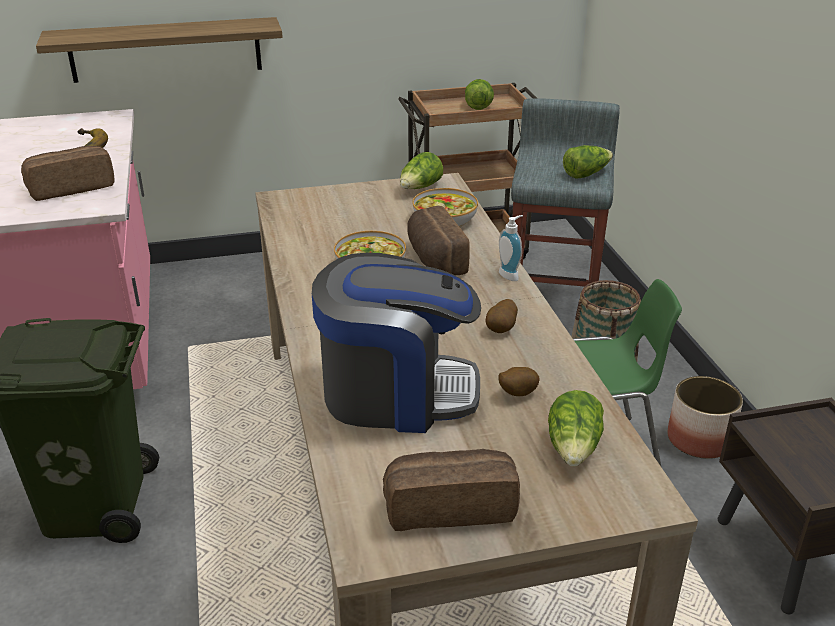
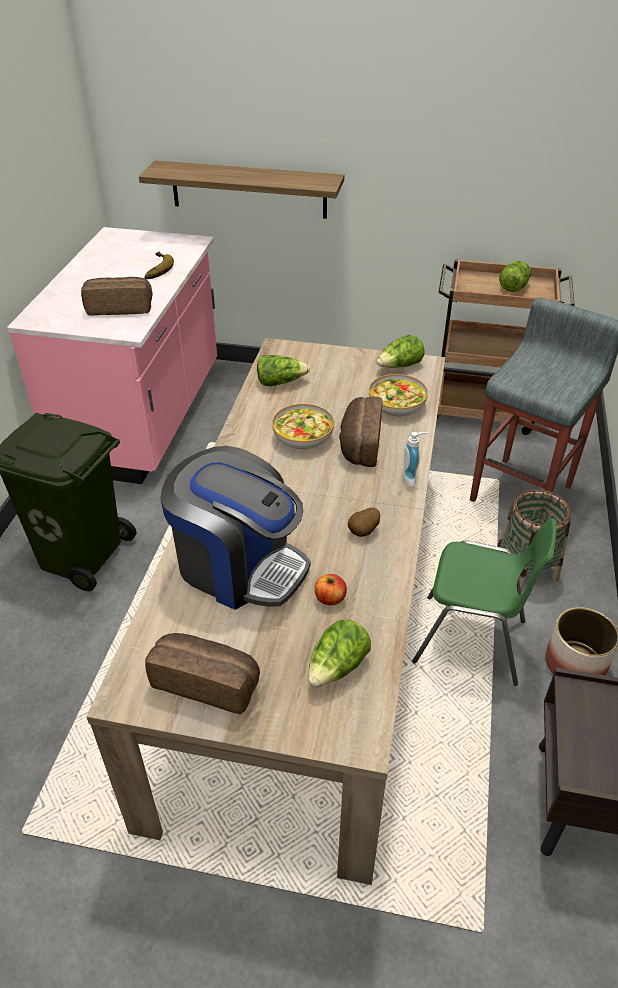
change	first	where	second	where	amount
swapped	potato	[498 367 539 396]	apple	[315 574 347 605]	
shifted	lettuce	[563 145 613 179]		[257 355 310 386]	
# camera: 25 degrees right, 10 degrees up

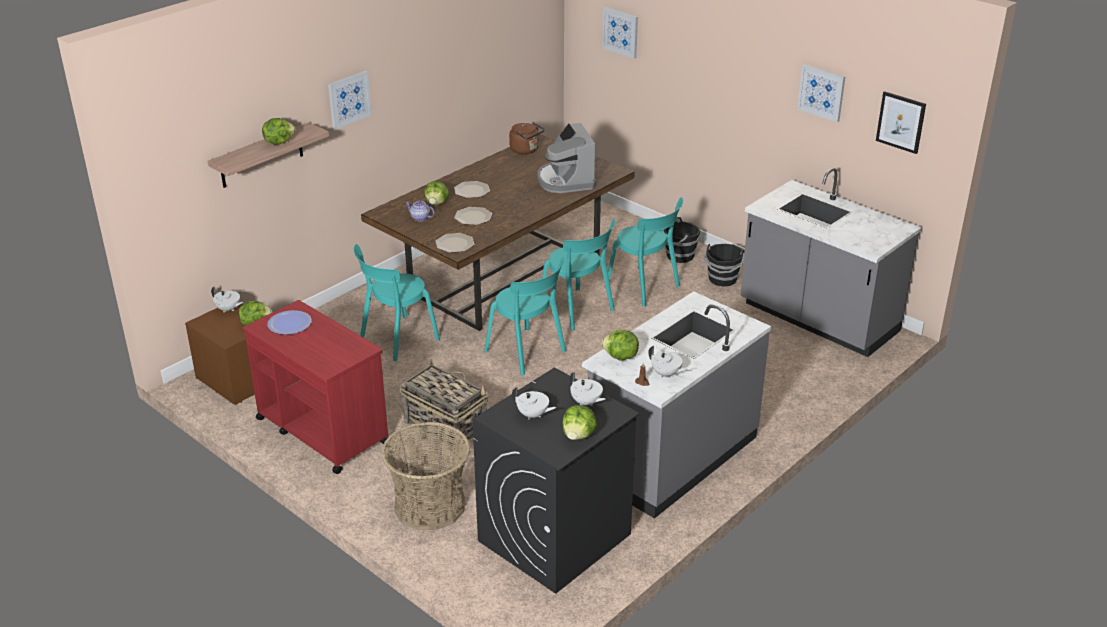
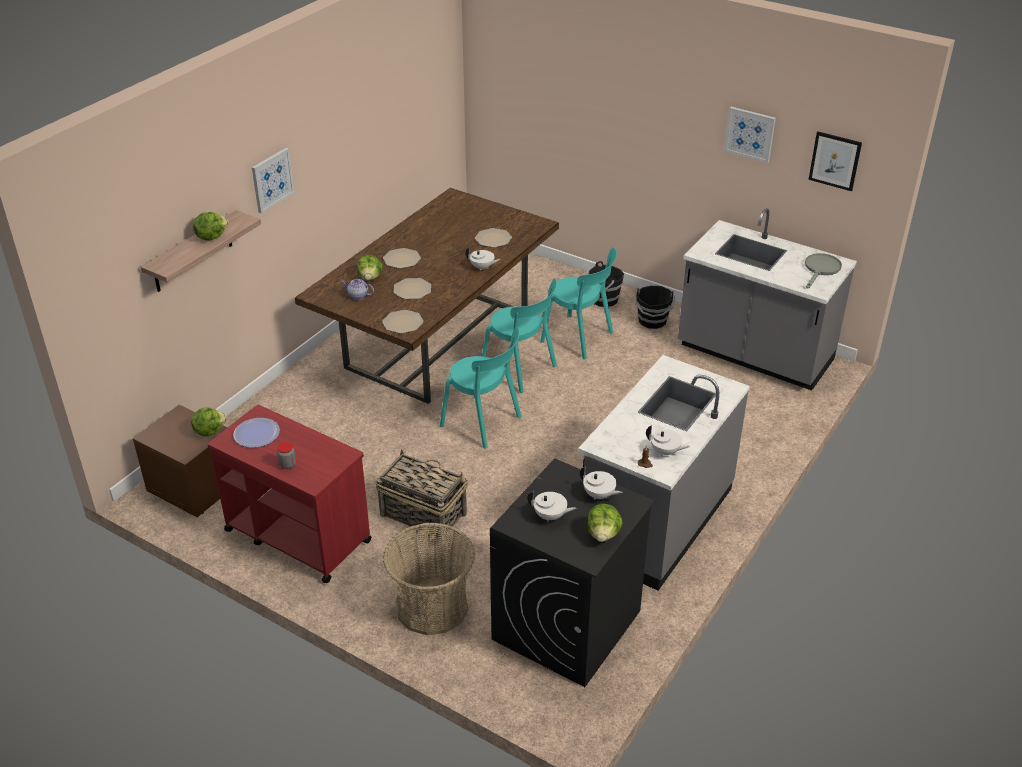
change	first	where	second	where	amount
shifted	white teapot	[211 286 243 313]		[465 247 501 271]	
gone	turquoise chair	[354 244 440 361]			
gone	brown kettle	[509 122 544 154]			
swapped	coffee machine	[538 123 596 193]	plate	[475 228 512 248]	
gone	picture	[602 7 638 59]			
gone	lettuce	[602 330 639 360]			
new			jar	[277 442 296 469]	
new			grey frying pan	[805 253 842 288]	
# camera: 10 degrees left, 5 degrees up

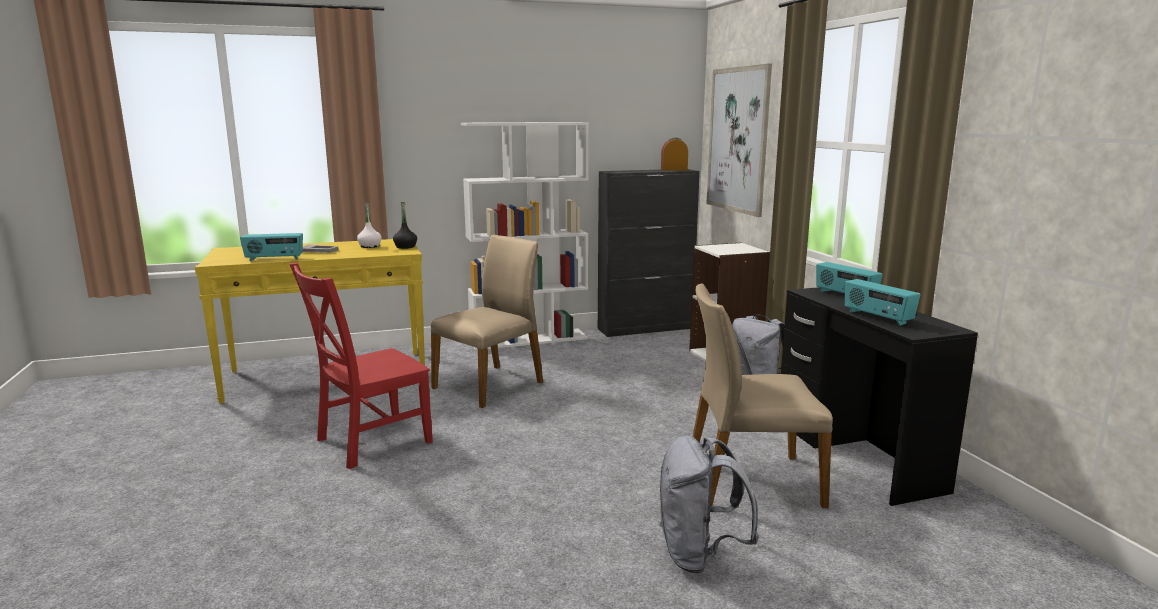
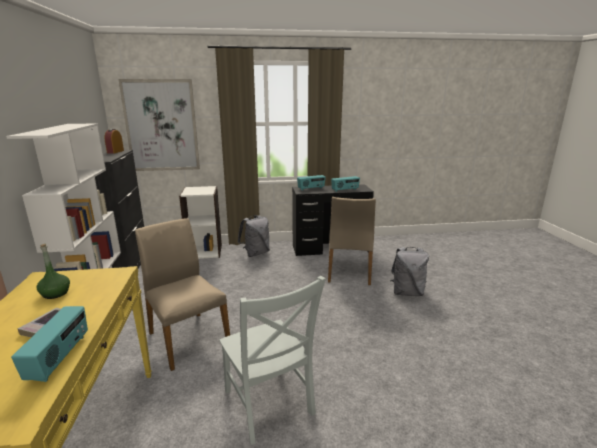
change	first	where	second	where	amount
repainted	red chair	[289 263 433 469]	grey chair	[219 276 326 445]	
repainted	white bottle	[357 201 382 248]	green bottle	[36 244 70 299]	
gone	black bottle	[393 202 417 249]			
# camera: 80 degrees left, 5 degrees up

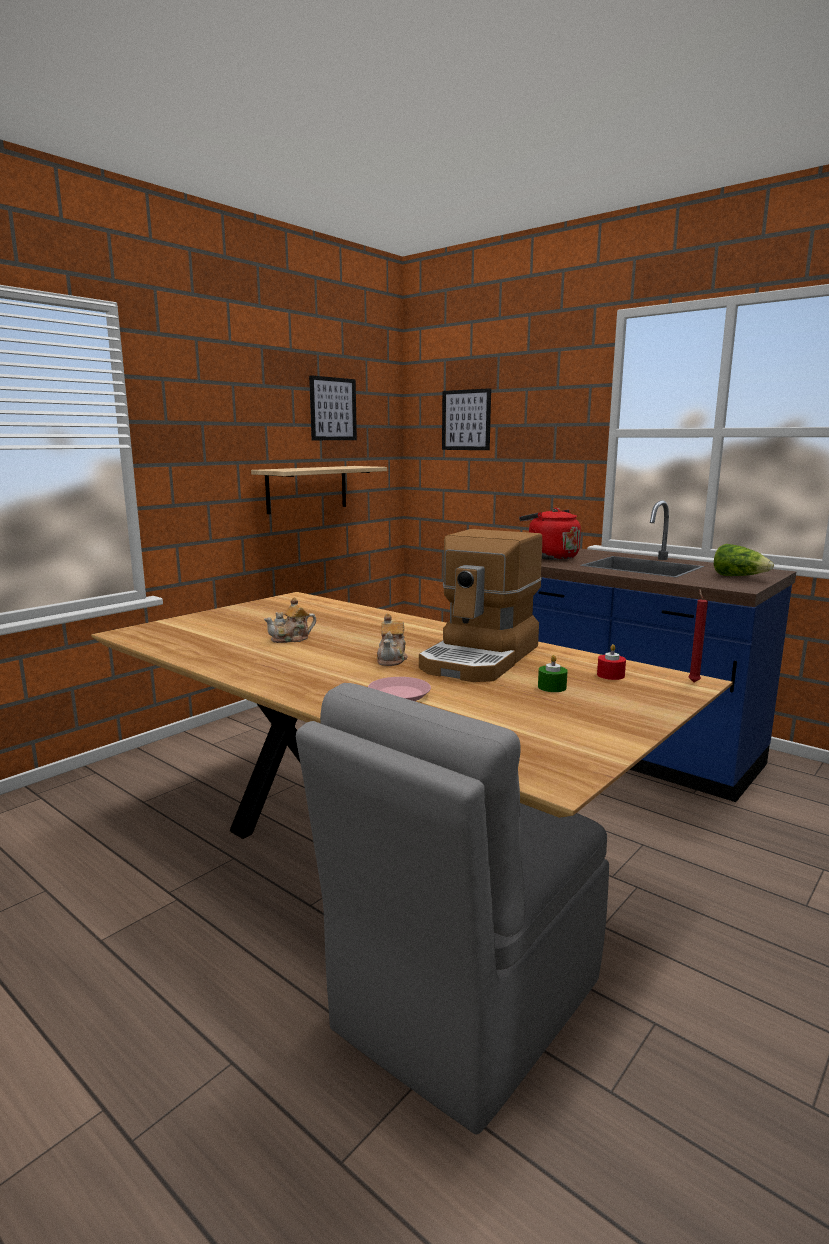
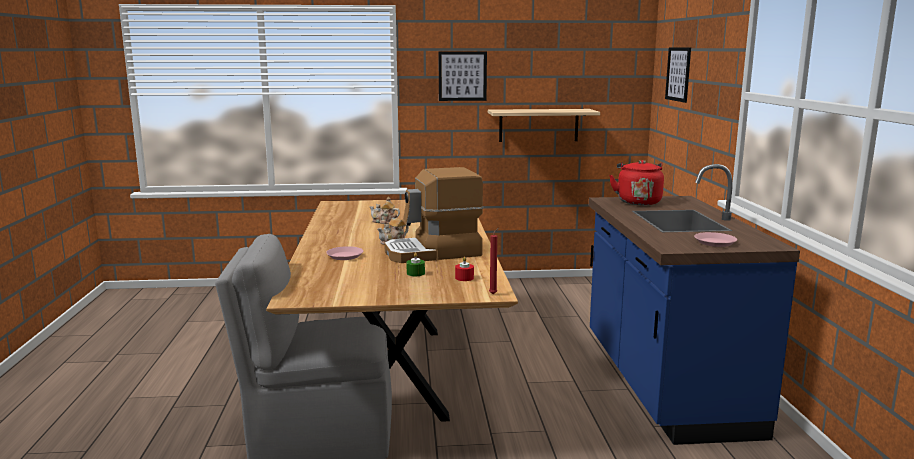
change	first	where	second	where	amount
shifted	picture	[309 375 357 440]		[439 52 487 101]	
swapped	lettuce	[714 544 774 576]	pink plate	[694 232 737 247]	
# camera: 45 degrees right, 0 degrees up

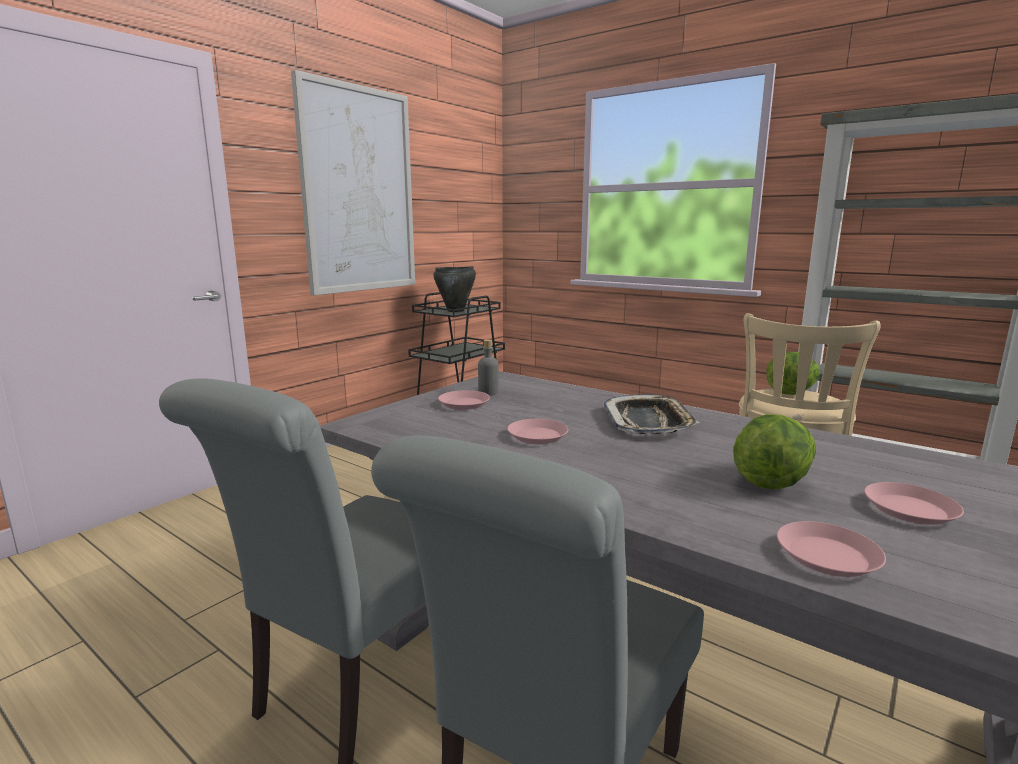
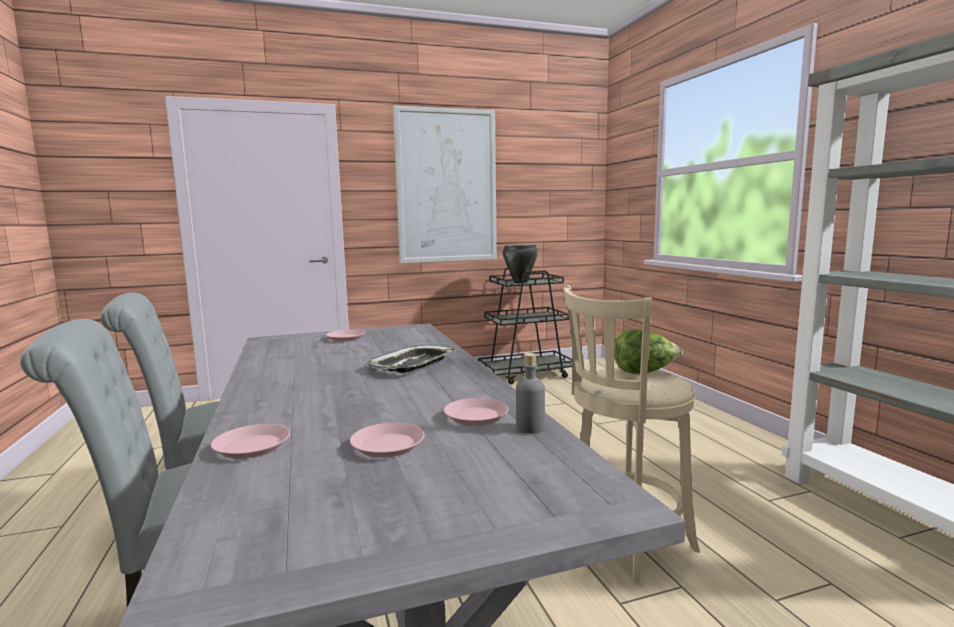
change	first	where	second	where	amount
shifted	grey bottle	[478 339 499 396]		[516 353 545 434]	
shifted	pink plate	[507 419 568 444]		[444 398 509 426]	
gone	lettuce	[733 414 816 489]			
# camera: 35 degrees right, 5 degrees down

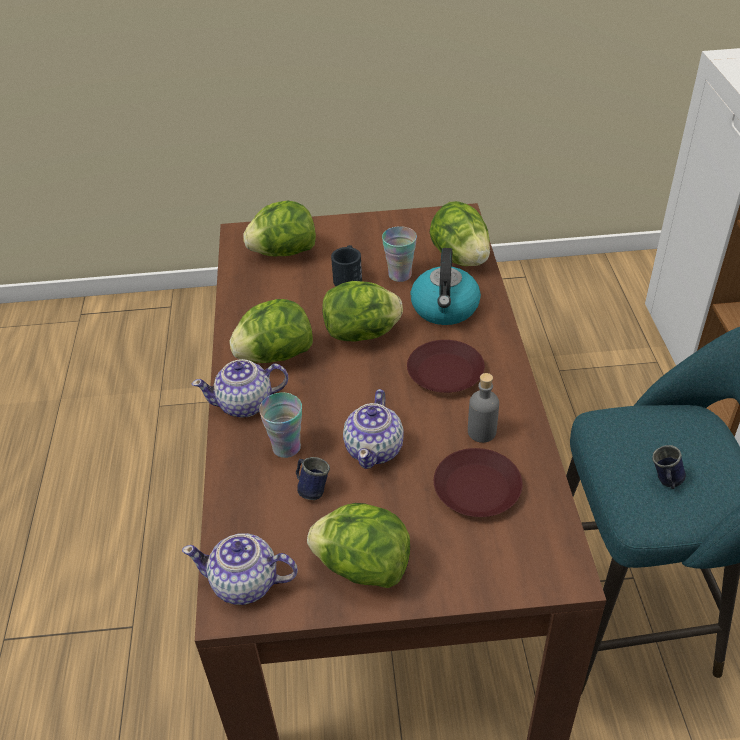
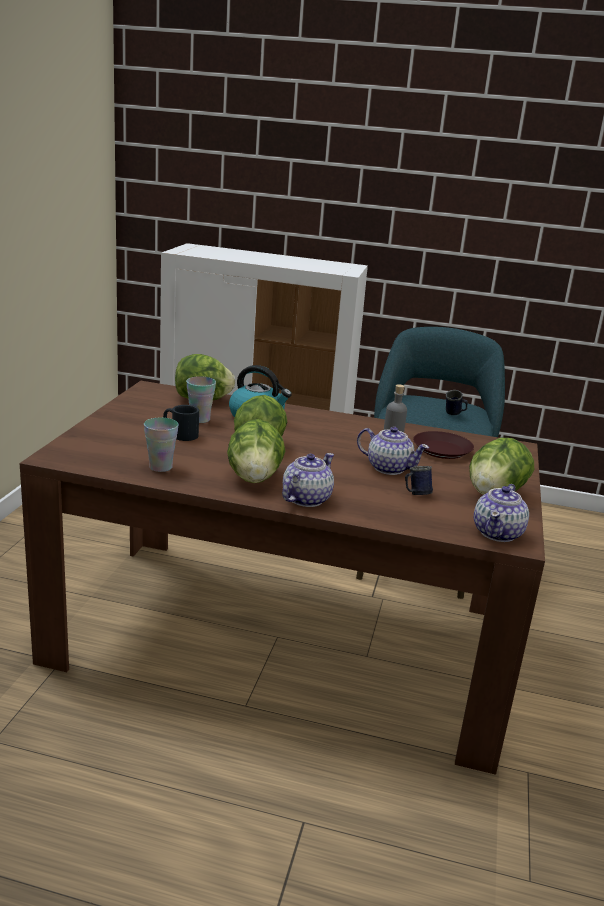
change	first	where	second	where	amount
rotated	teapot	[192 359 288 418]		[282 453 334 507]	150 degrees counterclockwise
gone	lettuce	[244 201 316 256]			
shifted	cup	[259 393 302 458]		[144 417 179 472]	
gone	brown plate	[407 340 485 393]			
# camera: 75 degrees left, 20 degrees down

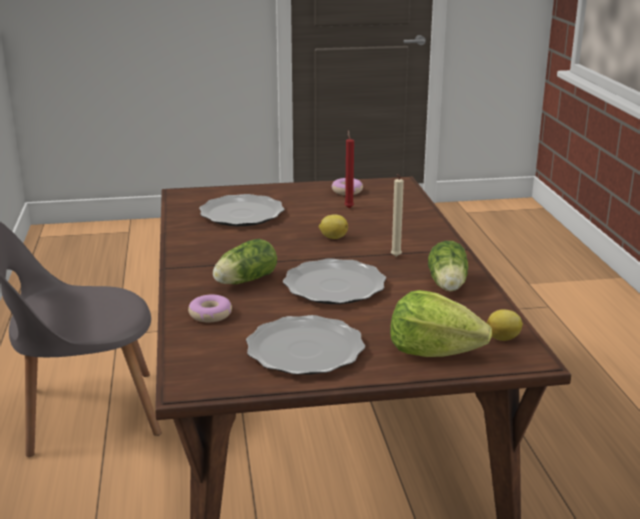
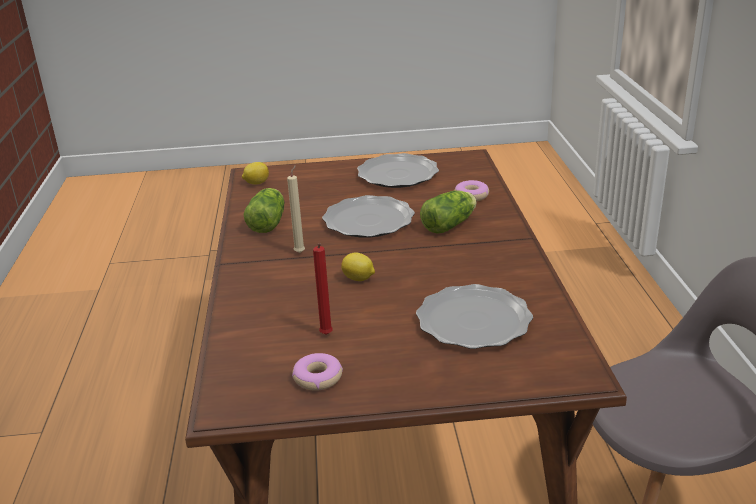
change	first	where	second	where	amount
gone	lettuce	[390 290 492 357]			
# camera: 175 degrees left, 5 degrees up

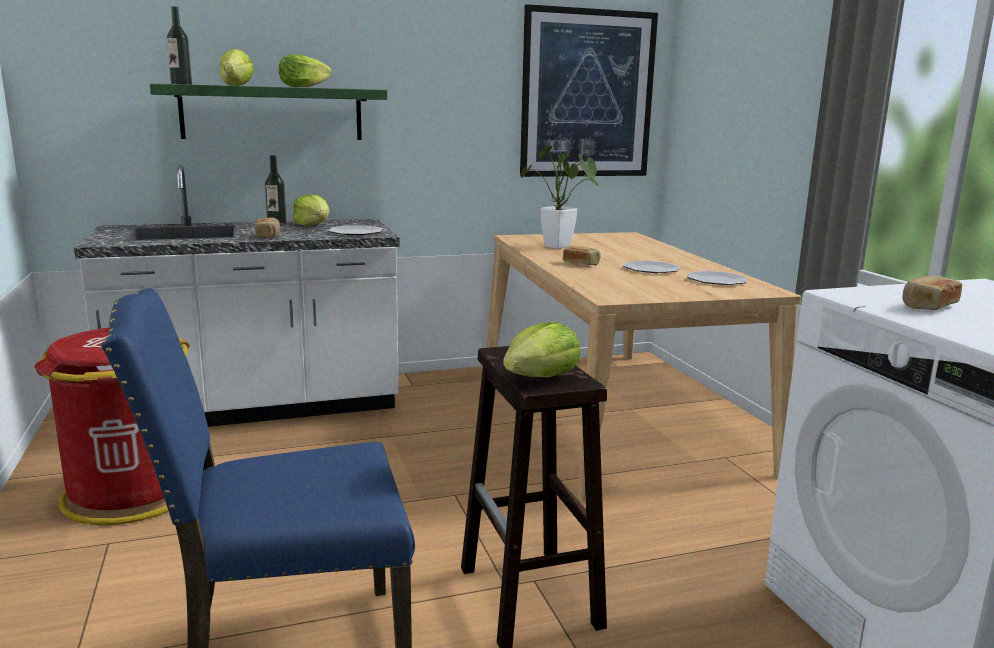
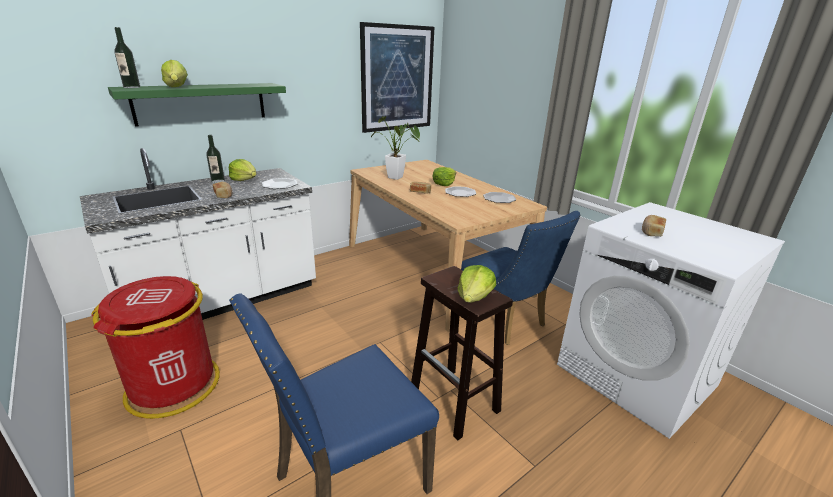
change	first	where	second	where	amount
shifted	lettuce	[279 54 332 87]		[432 167 456 186]	
new			blue chair	[461 211 580 345]	
# camera: 20 degrees left, 10 degrees up

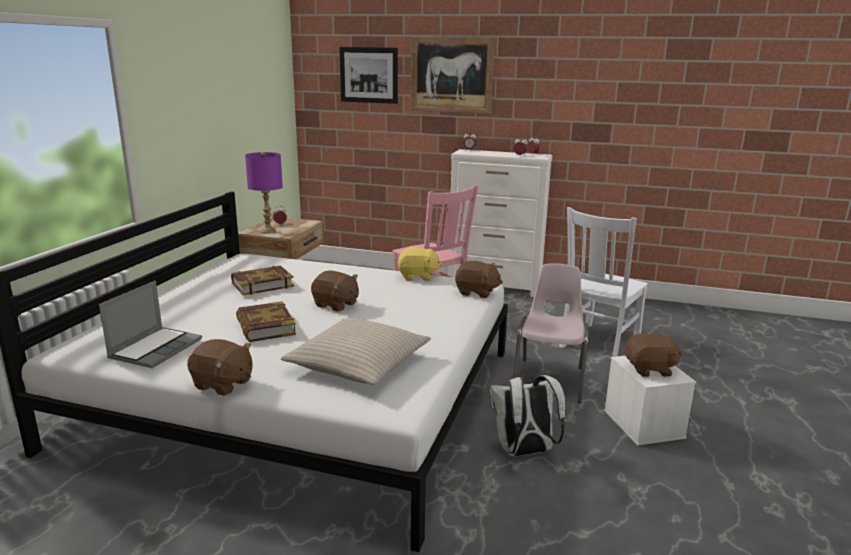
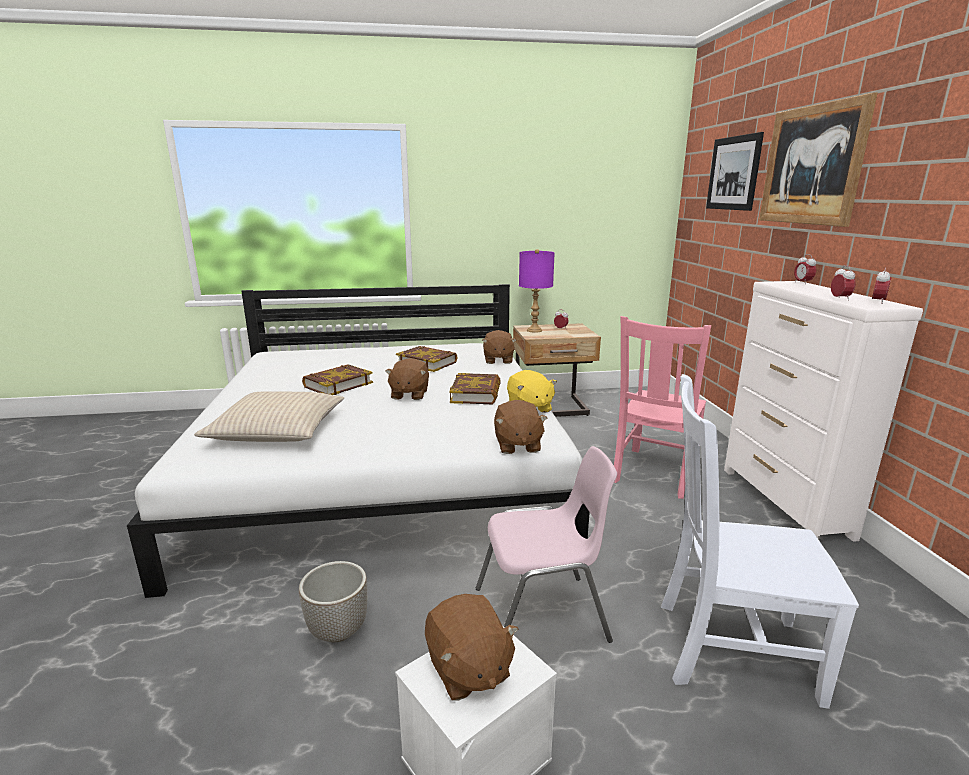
change	first	where	second	where	amount
gone	laptop	[99 280 202 368]			
shifted	brown plush toy	[187 339 253 396]		[482 330 516 364]	
swapped	white backpack	[489 375 566 457]	planter	[299 561 367 643]	
new			book	[449 373 501 404]	
# camera: 65 degrees right, 0 degrees up

